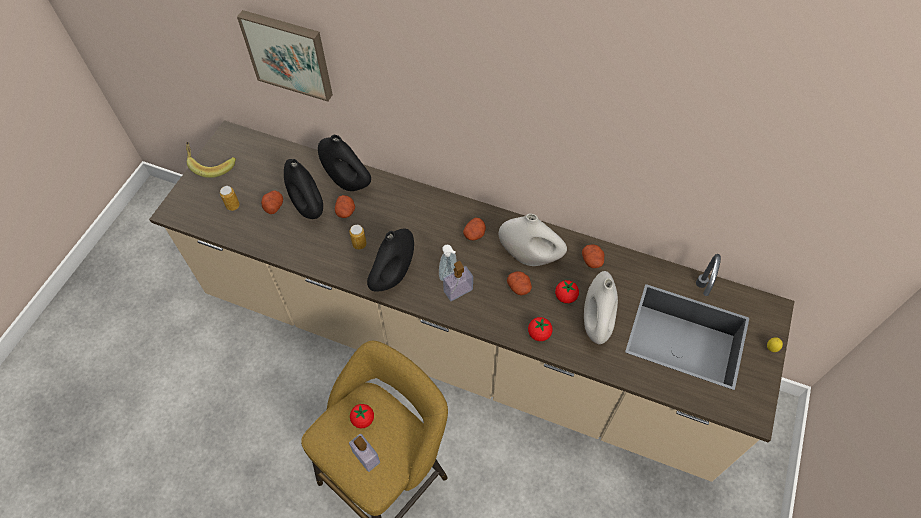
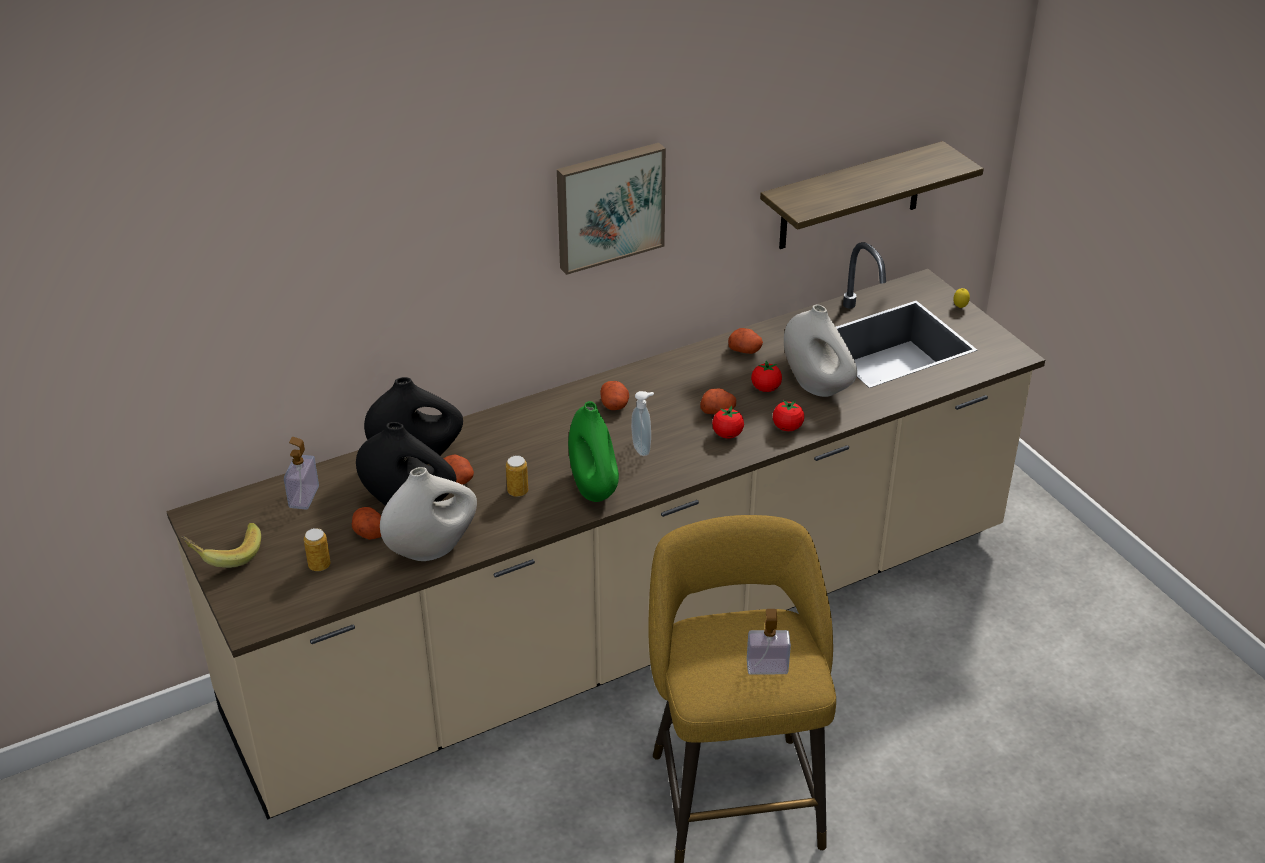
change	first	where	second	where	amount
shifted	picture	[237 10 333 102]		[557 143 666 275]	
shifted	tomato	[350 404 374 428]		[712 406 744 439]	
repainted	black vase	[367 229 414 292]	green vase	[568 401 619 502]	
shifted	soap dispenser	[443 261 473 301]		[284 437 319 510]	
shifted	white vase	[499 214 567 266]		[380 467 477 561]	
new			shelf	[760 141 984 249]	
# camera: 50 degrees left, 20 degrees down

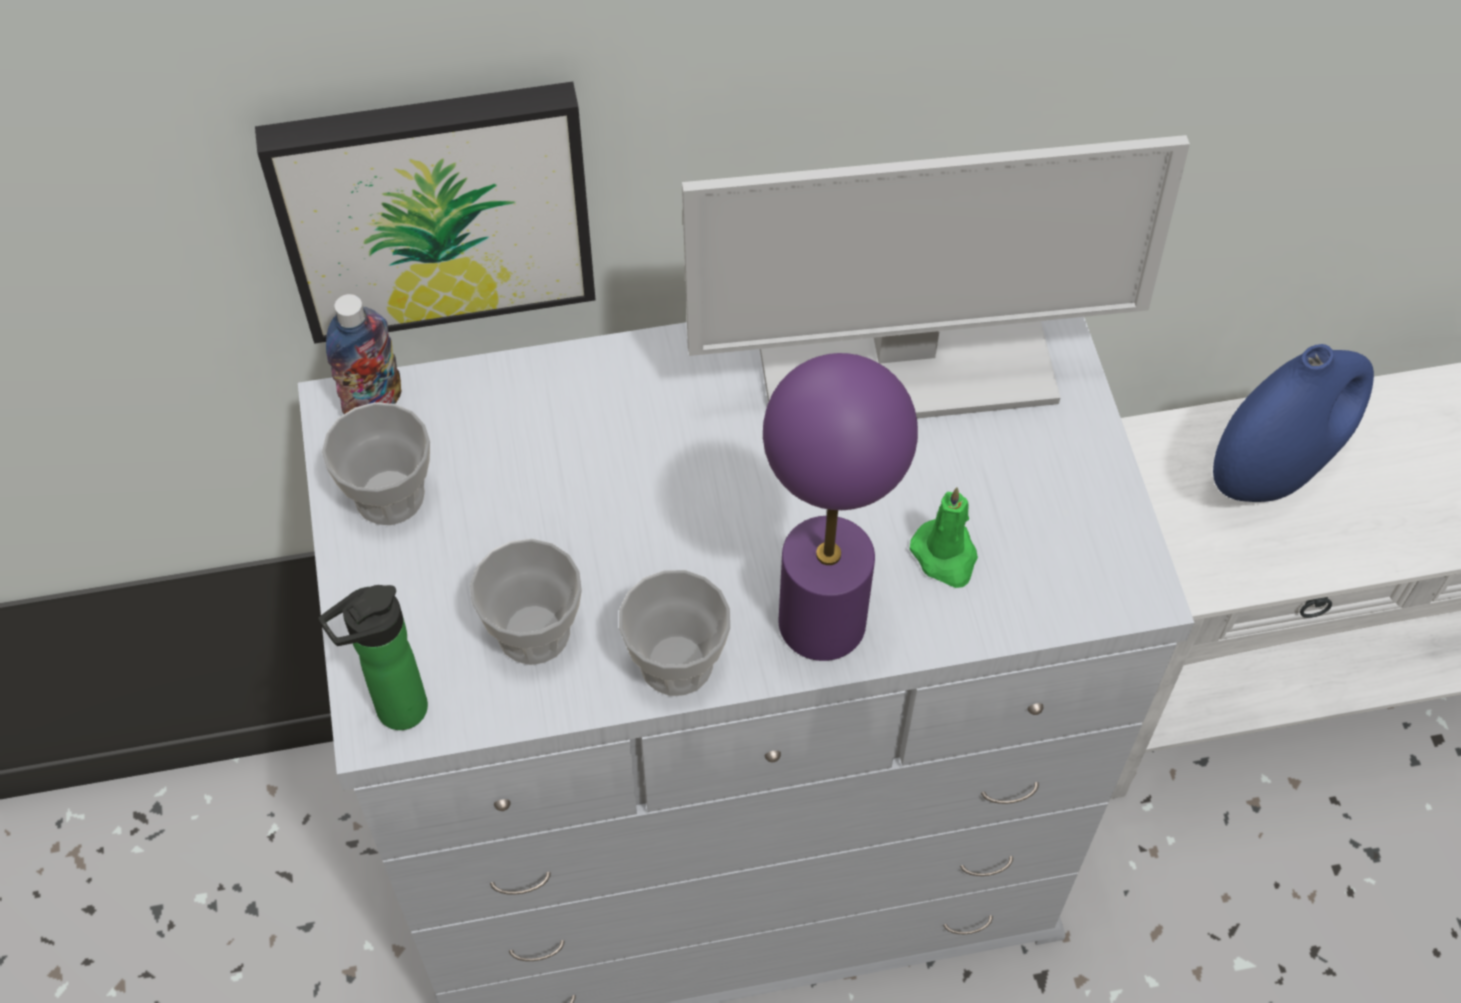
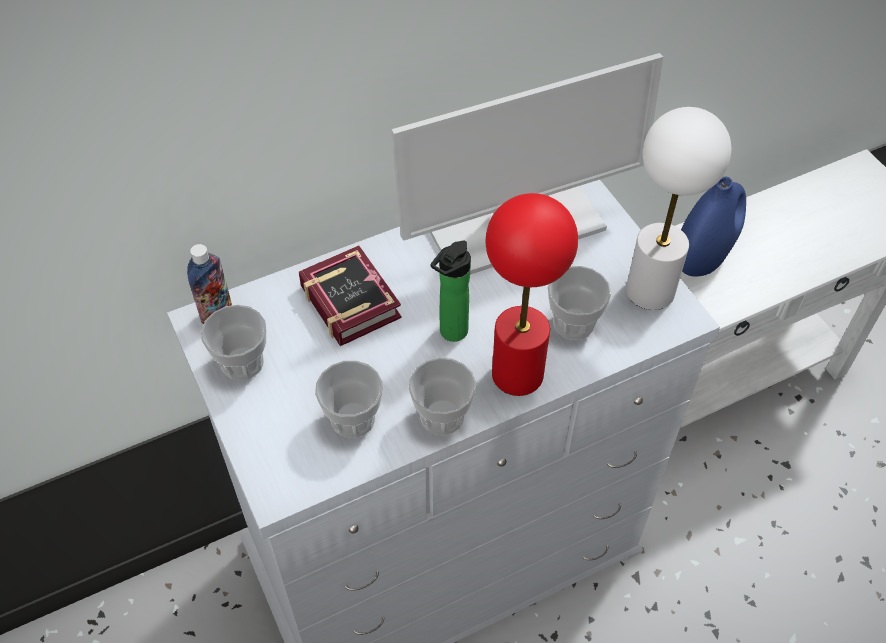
change	first	where	second	where	amount
gone	picture	[255 81 596 344]			
shifted	bottle	[318 585 428 730]		[430 240 471 342]	
repainted	purple table lamp	[763 353 918 661]	red table lamp	[485 193 578 396]	
swapped	green candle	[910 487 978 588]	cup	[548 266 611 340]	
new			book	[299 245 401 346]	
new			white table lamp	[626 107 731 310]	
# camera: 15 degrees left, 5 degrees down

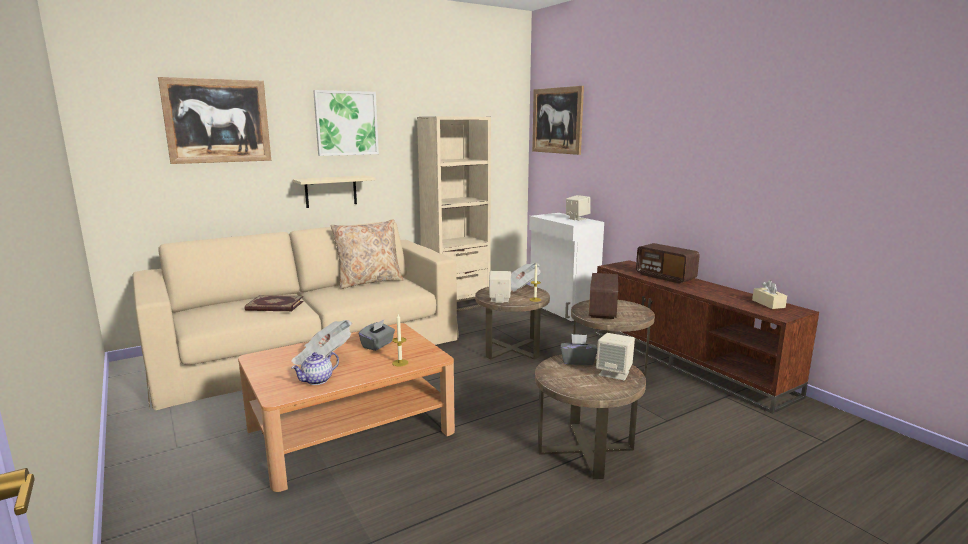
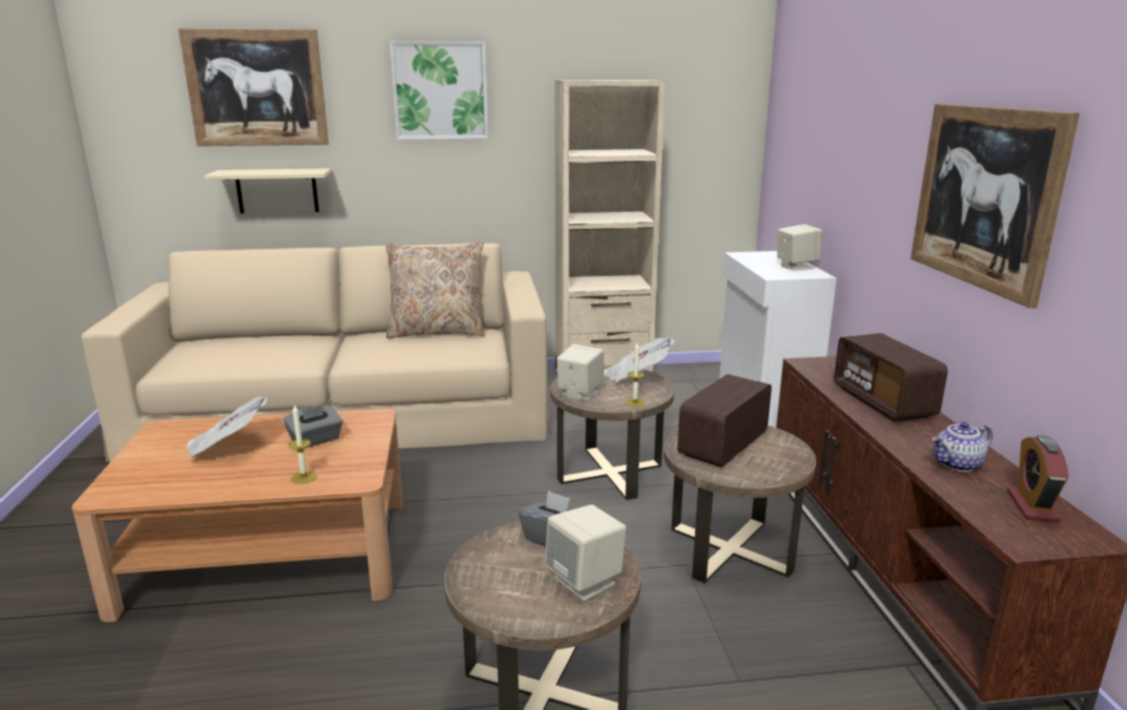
change	first	where	second	where	amount
gone	book	[245 295 304 311]			
shifted	teapot	[291 352 339 385]		[932 422 993 472]	
shifted	beige shelf	[293 175 376 208]		[204 168 331 214]	
shifted	picture	[532 86 584 155]		[911 104 1080 308]	
swapped	beige tissue box	[752 280 787 309]	alarm clock	[1007 435 1069 522]	
# camera: 25 degrees right, 5 degrees up

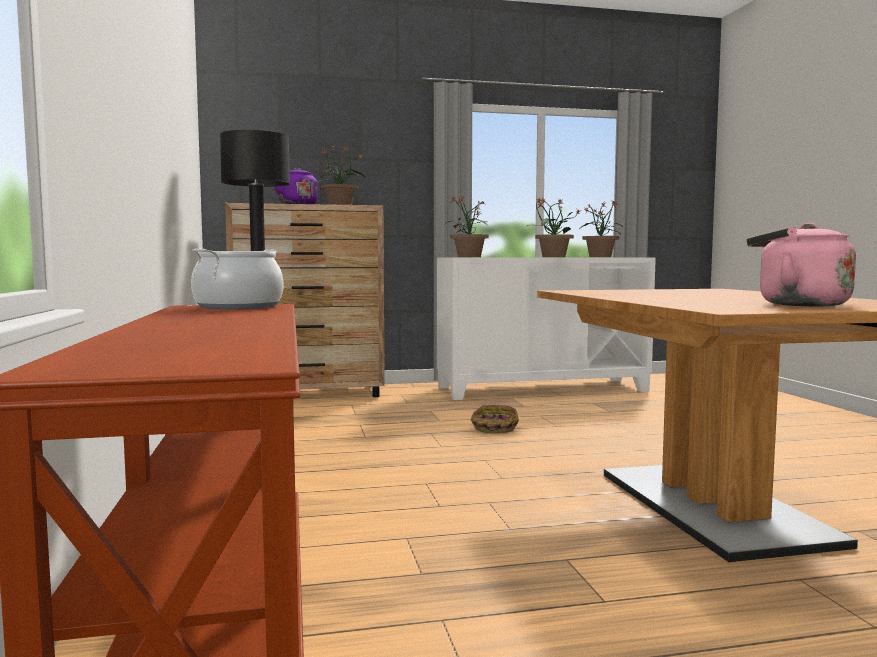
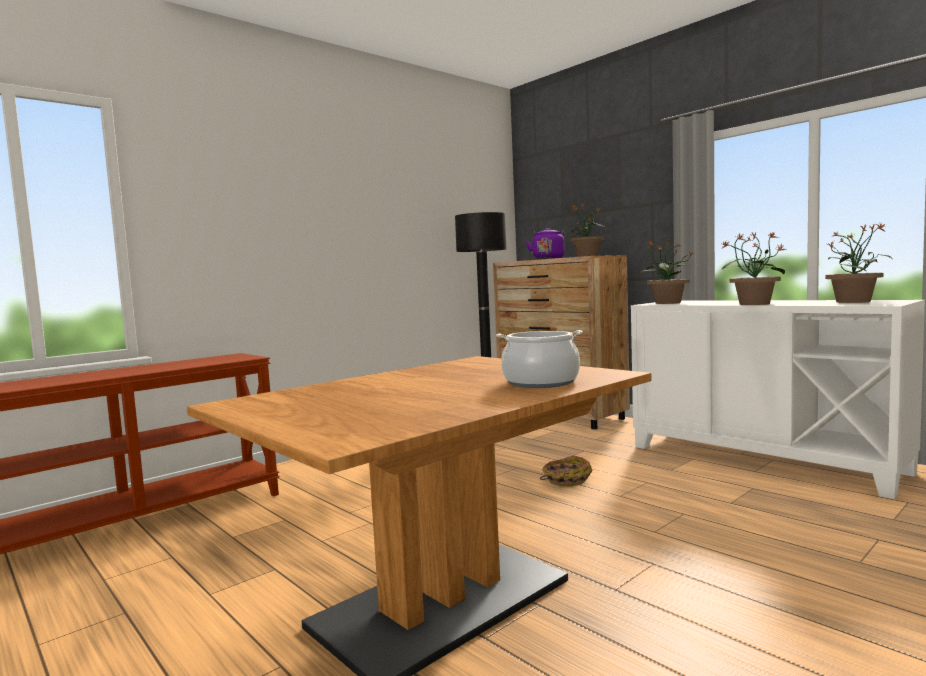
change	first	where	second	where	amount
shifted	cooking pot	[191 249 283 310]		[496 330 583 388]	
gone	pink kettle	[747 223 856 306]			
# camera: 60 degrees right, 0 degrees up

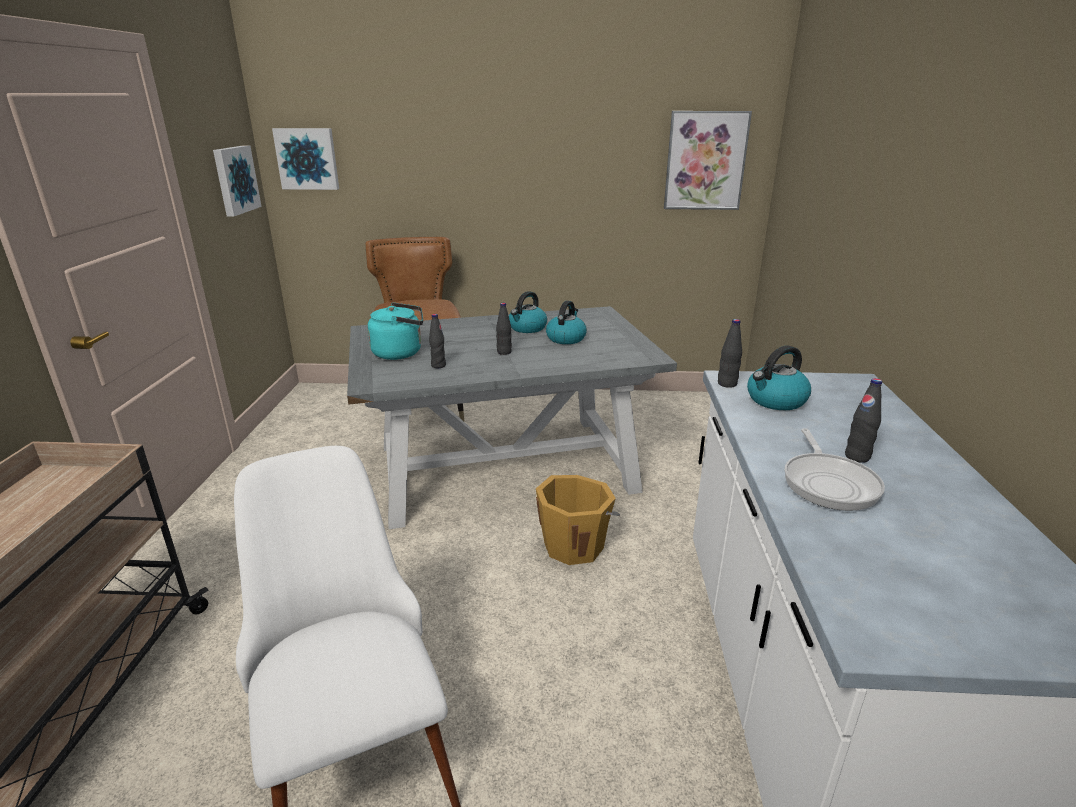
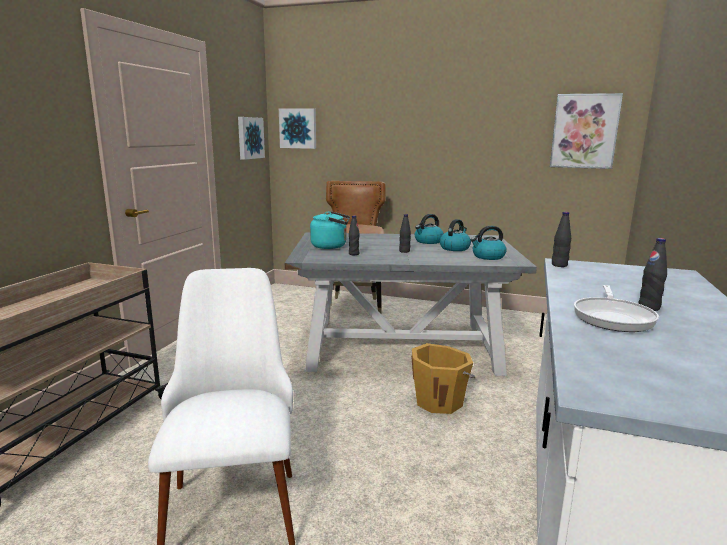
change	first	where	second	where	amount
shifted	kettle	[747 345 811 410]		[470 226 507 260]	
# camera: 15 degrees right, 10 degrees down

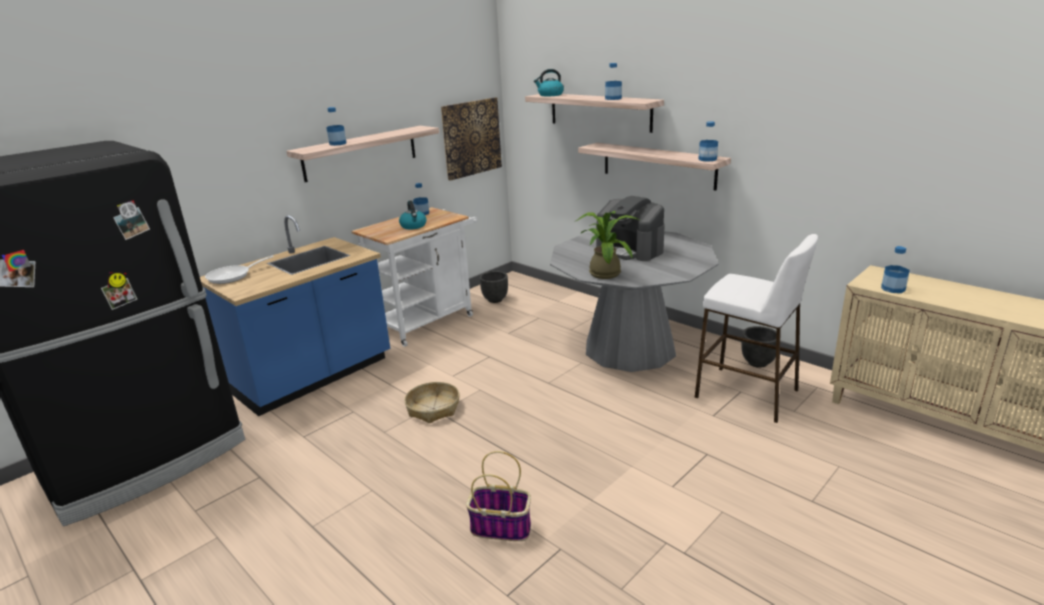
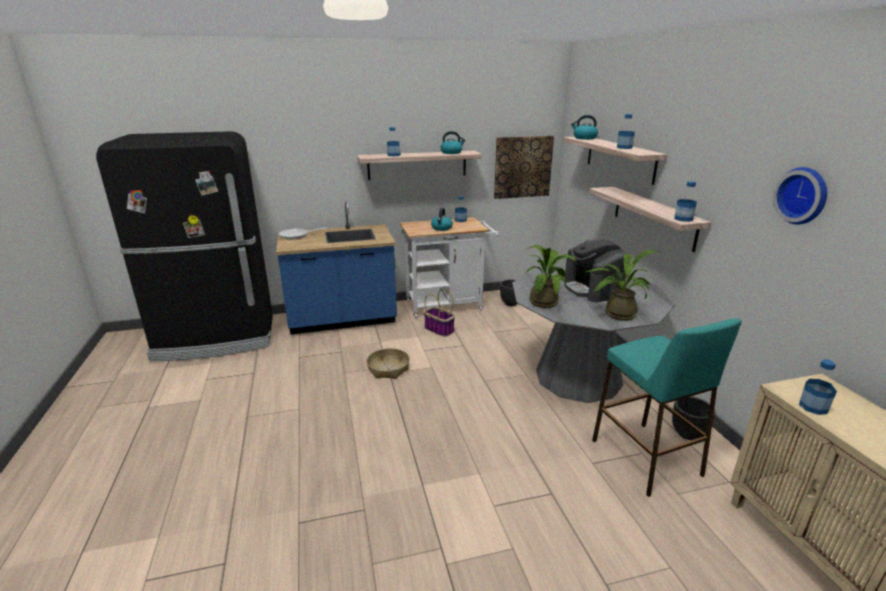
change	first	where	second	where	amount
shifted	basket	[466 451 531 541]		[424 289 455 337]	
repainted	white stool	[695 234 818 423]	turquoise stool	[592 318 742 497]	
new			kettle	[441 131 465 154]	
new			potted plant	[586 250 658 321]	
new			wall clock	[773 167 827 225]	
# camera: 30 degrees right, 0 degrees up

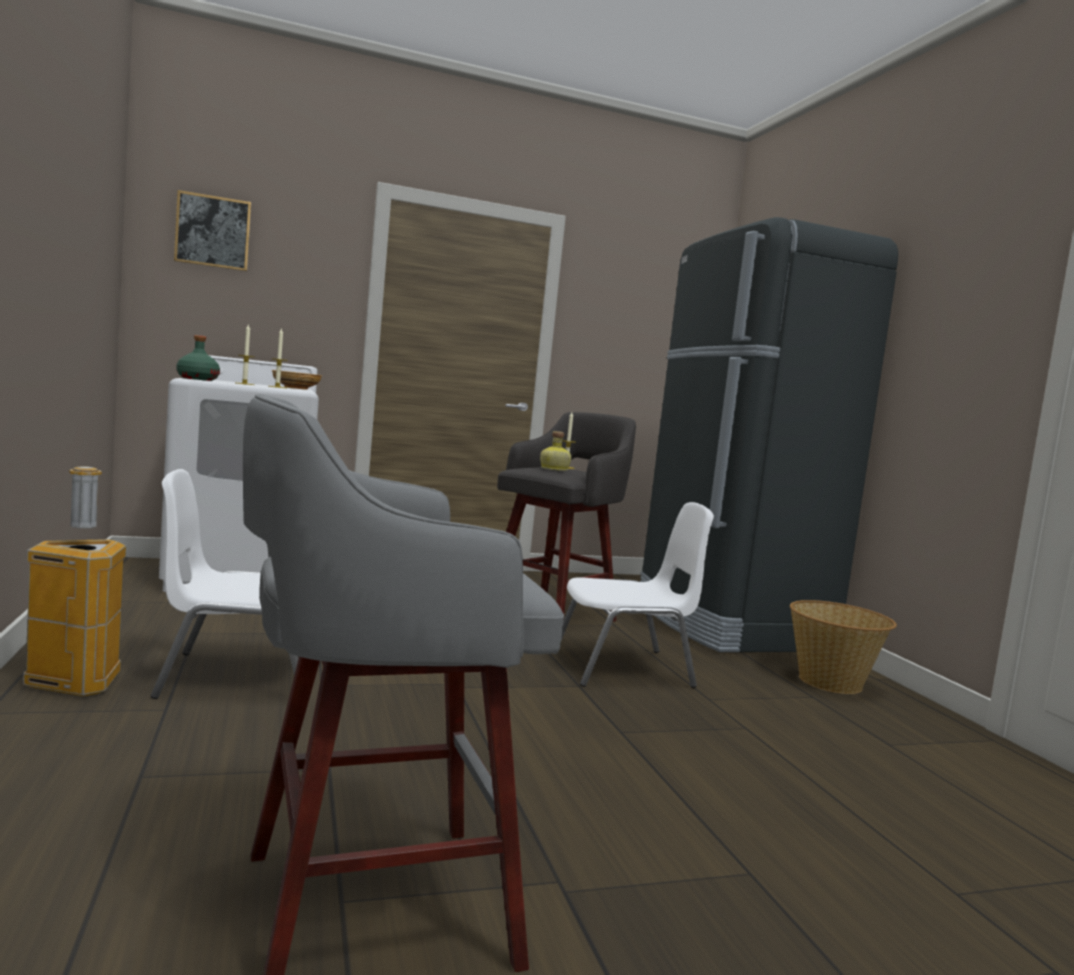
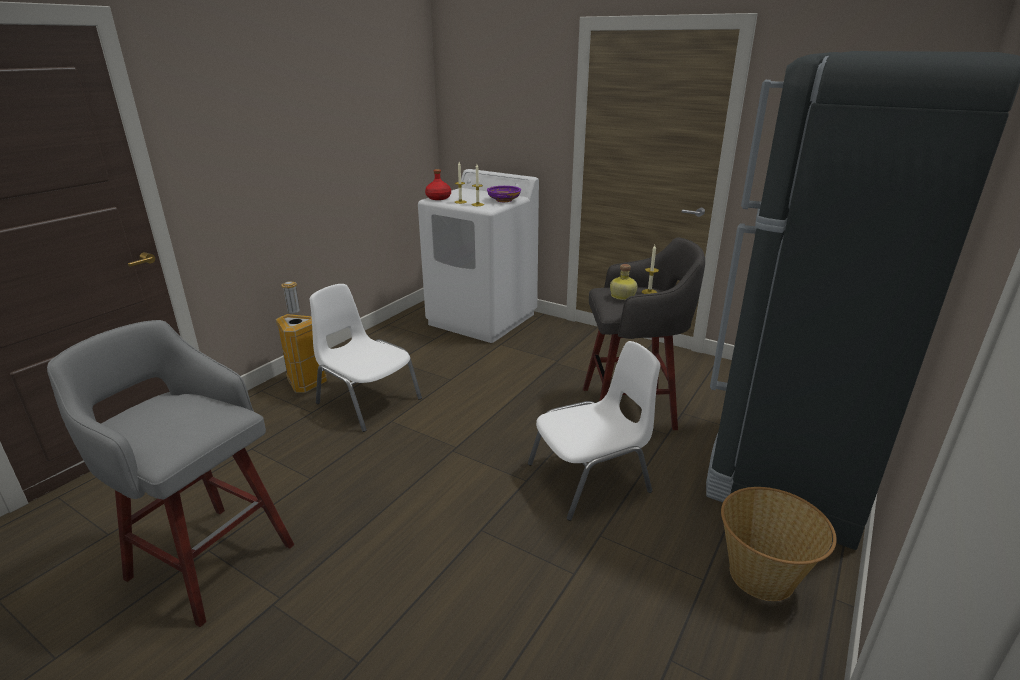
change	first	where	second	where	amount
gone	picture	[174 190 251 271]			
repainted	green bottle	[176 335 220 381]	red bottle	[425 169 451 200]	
repainted	beige bowl	[272 370 322 390]	purple bowl	[487 186 521 202]	
rotated	white chair	[561 502 714 688]		[528 341 660 521]	60 degrees counterclockwise
# camera: 50 degrees right, 20 degrees up

